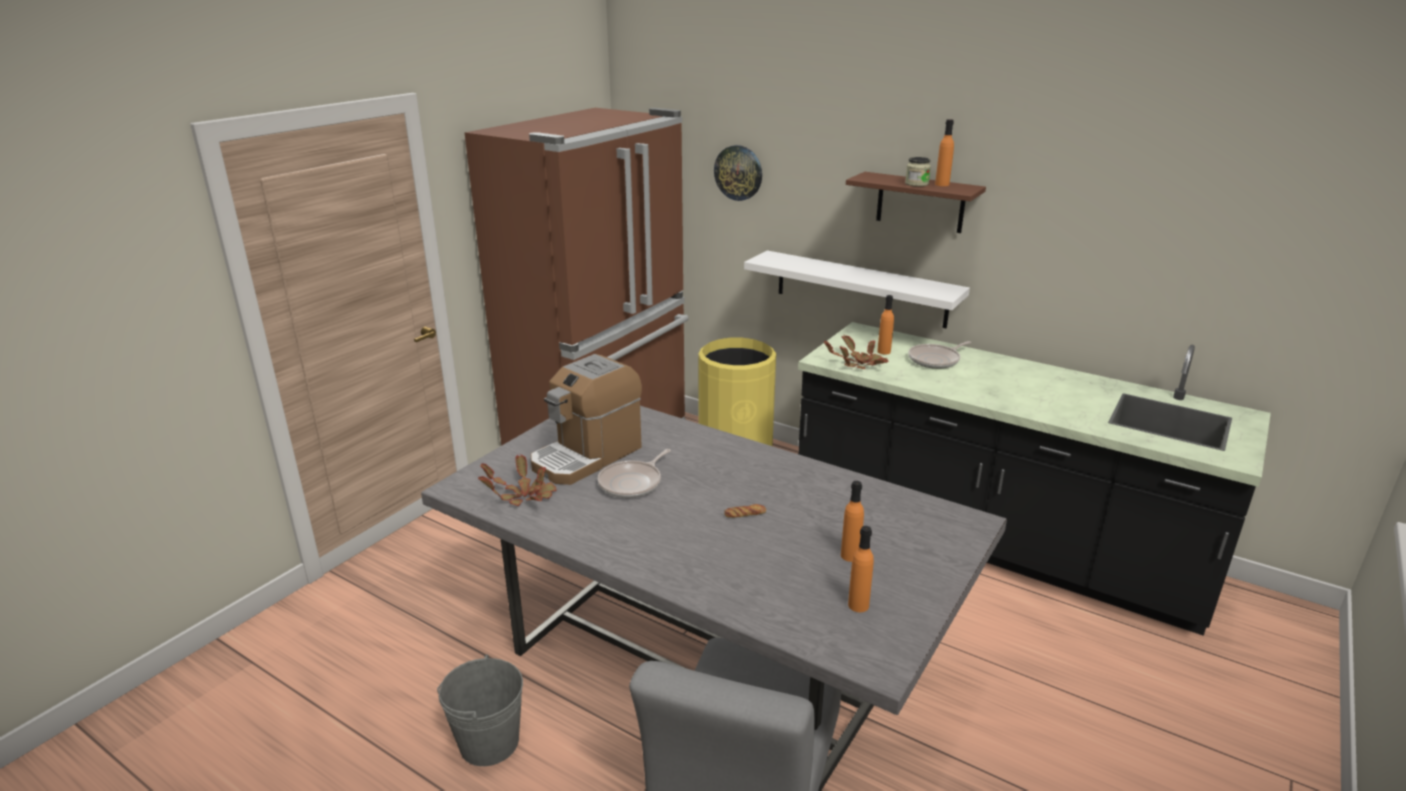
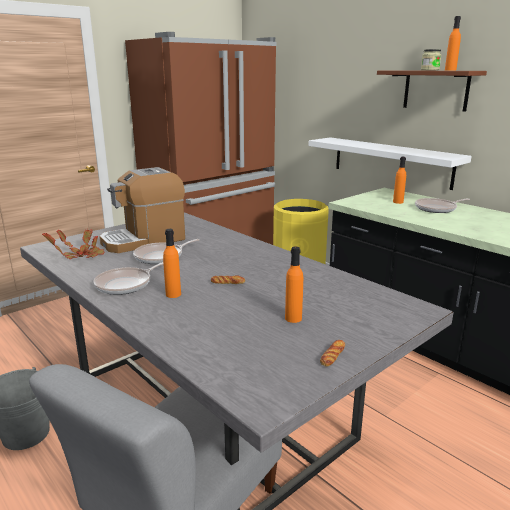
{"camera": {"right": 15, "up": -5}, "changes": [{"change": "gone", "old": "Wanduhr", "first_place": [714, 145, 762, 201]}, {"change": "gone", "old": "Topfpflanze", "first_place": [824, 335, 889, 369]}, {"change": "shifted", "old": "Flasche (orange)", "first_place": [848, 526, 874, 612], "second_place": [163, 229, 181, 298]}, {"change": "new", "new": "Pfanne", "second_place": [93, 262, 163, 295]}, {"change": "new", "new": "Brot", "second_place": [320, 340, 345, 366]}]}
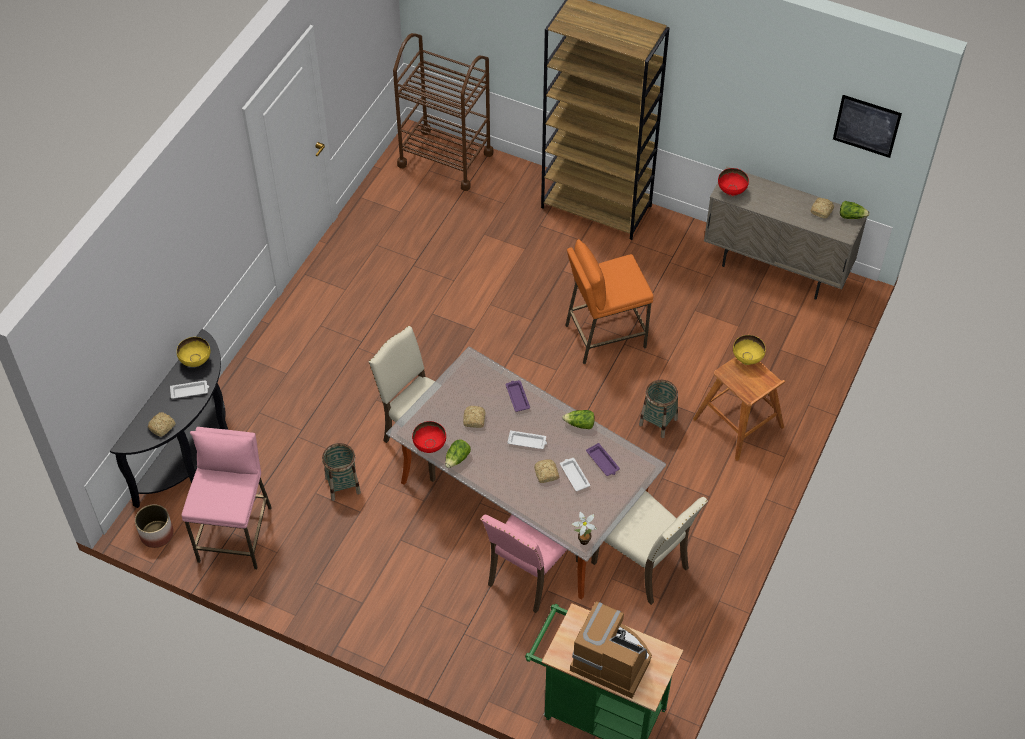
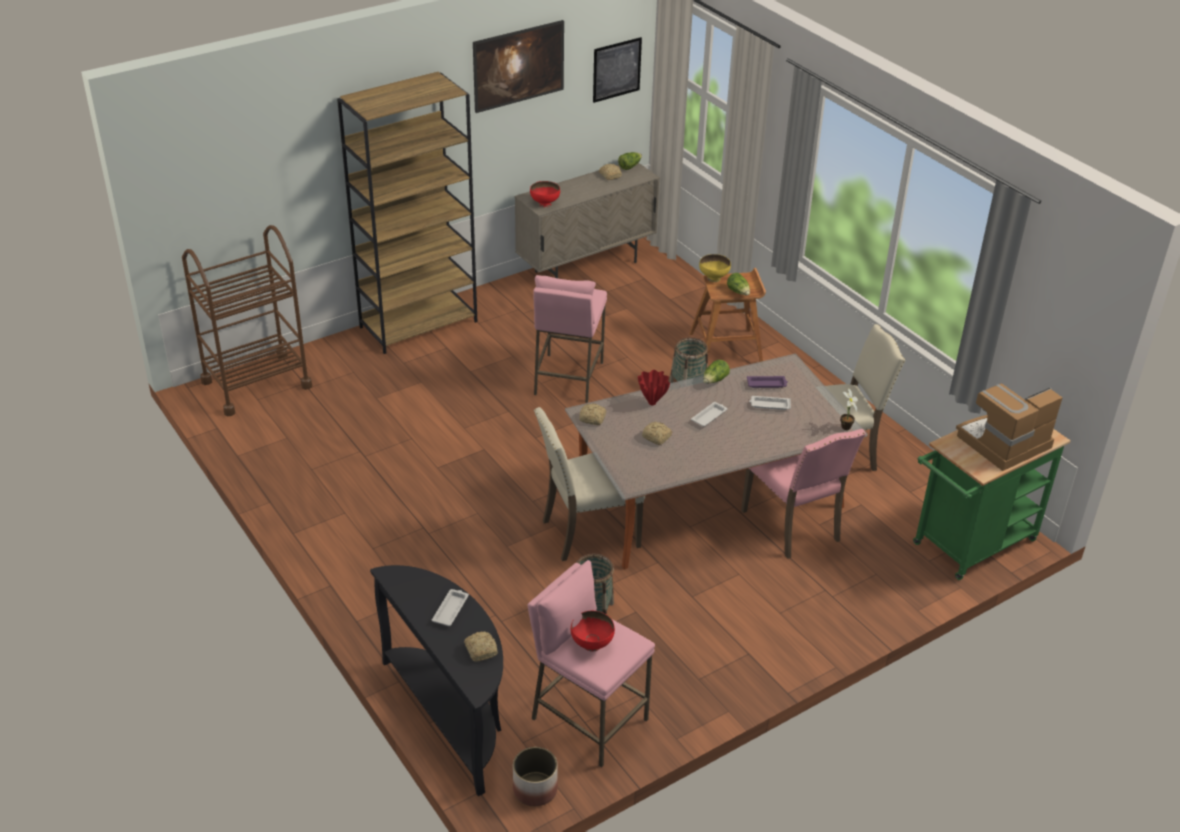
{"camera": {"right": -60, "up": -15}, "changes": [{"change": "gone", "old": "Schüssel (gelb)", "first_place": [177, 337, 210, 367]}, {"change": "shifted", "old": "Schüssel (rot)", "first_place": [412, 421, 446, 453], "second_place": [571, 611, 615, 652]}, {"change": "shifted", "old": "Salatkopf", "first_place": [445, 439, 471, 468], "second_place": [727, 273, 750, 295]}, {"change": "swapped", "old": "Tablett (lila)", "new": "Vase (rot)", "first_place": [506, 380, 530, 412], "second_place": [638, 370, 670, 405]}, {"change": "shifted", "old": "Brot", "first_place": [534, 459, 559, 483], "second_place": [579, 403, 606, 425]}, {"change": "repainted", "old": "Hocker (orange)", "new": "Hocker (rosa)", "first_place": [566, 239, 654, 364], "second_place": [533, 275, 607, 403]}, {"change": "new", "new": "Bild", "second_place": [473, 20, 564, 113]}]}
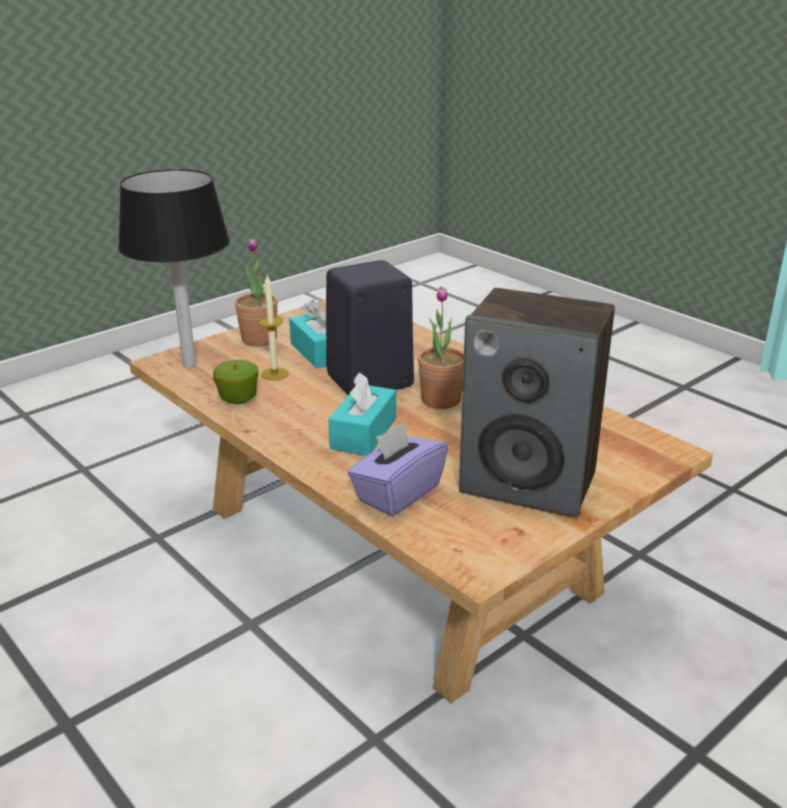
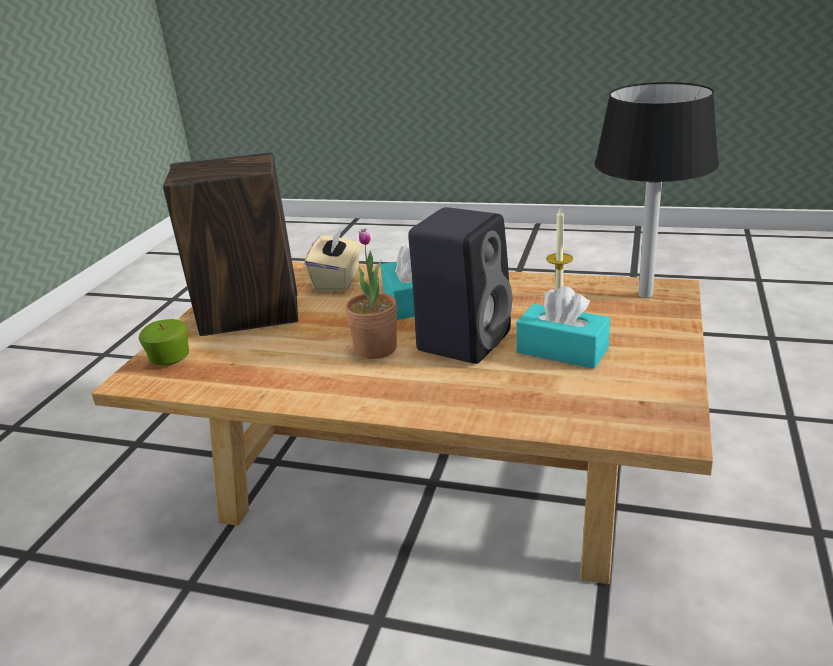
{"camera": {"right": 150, "up": 0}, "changes": [{"change": "shifted", "old": "Apfel", "first_place": [213, 360, 258, 404], "second_place": [138, 319, 189, 366]}, {"change": "gone", "old": "Topfpflanze", "first_place": [235, 238, 278, 346]}, {"change": "repainted", "old": "Taschentuchbox (lila)", "new": "Taschentuchbox (beige)", "first_place": [348, 422, 448, 516], "second_place": [304, 226, 362, 291]}]}
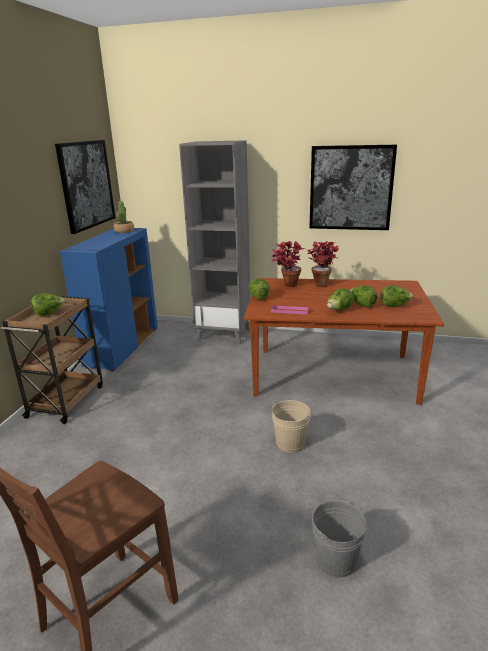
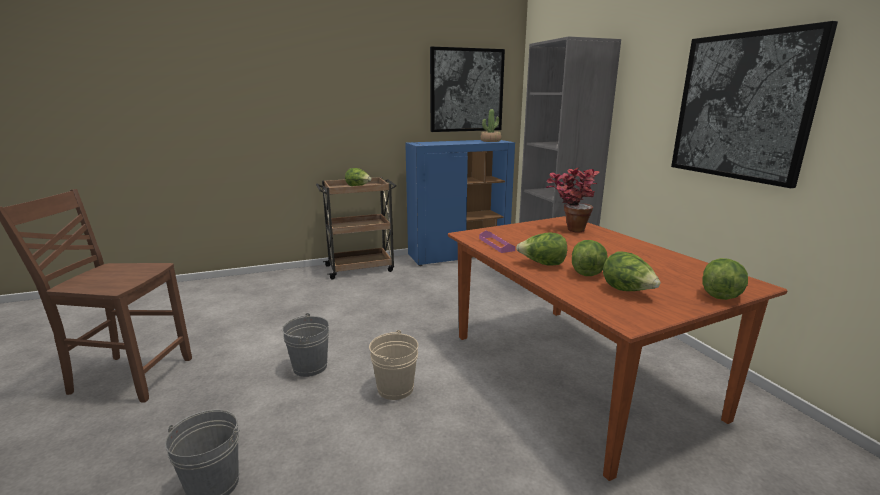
{"camera": {"right": 55, "up": -5}, "changes": [{"change": "shifted", "old": "Salatkopf", "first_place": [249, 279, 270, 300], "second_place": [702, 258, 748, 300]}, {"change": "gone", "old": "Topfpflanze", "first_place": [307, 241, 339, 287]}, {"change": "new", "new": "Eimer (grau)", "second_place": [282, 313, 329, 377]}]}
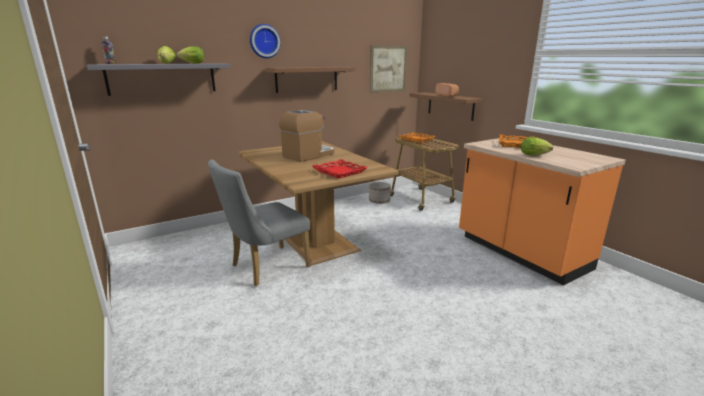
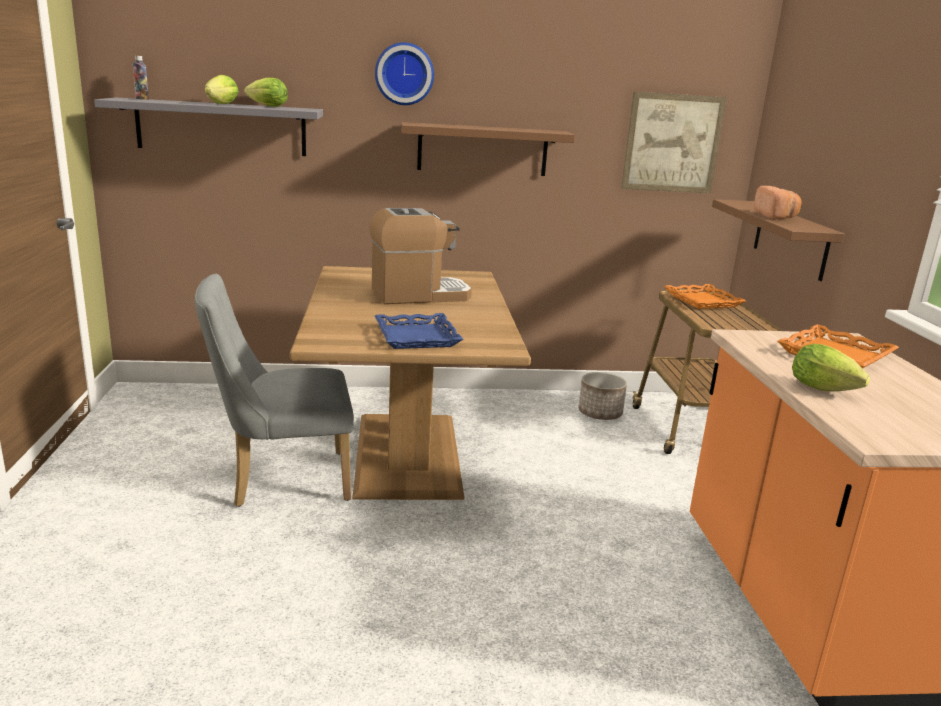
{"camera": {"right": 25, "up": 0}, "changes": [{"change": "repainted", "old": "Tablett (rot)", "new": "Tablett (blau)", "first_place": [312, 159, 368, 179], "second_place": [375, 313, 463, 349]}]}
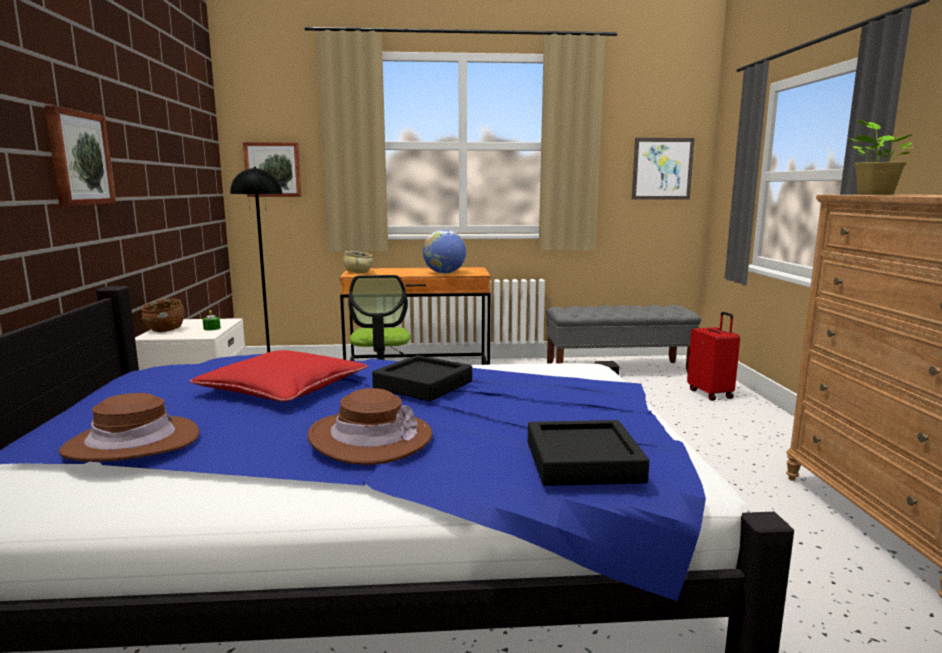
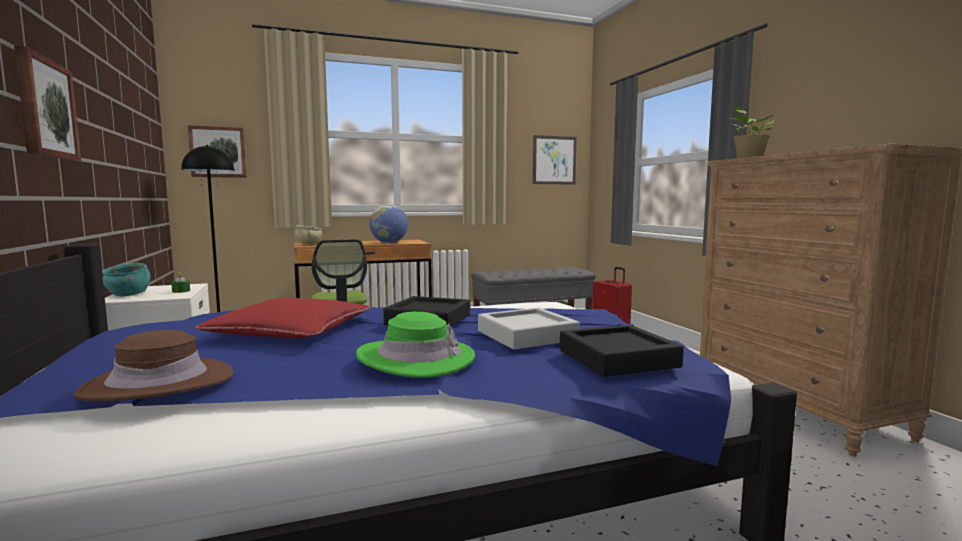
{"camera": {"right": -15, "up": -5}, "changes": [{"change": "repainted", "old": "Schüssel (braun)", "new": "Schüssel (türkis)", "first_place": [141, 299, 185, 332], "second_place": [102, 263, 150, 296]}, {"change": "repainted", "old": "Hut (braun)", "new": "Hut (grün)", "first_place": [307, 388, 432, 465], "second_place": [356, 312, 475, 378]}, {"change": "new", "new": "Tablett (grau)", "second_place": [478, 307, 580, 350]}]}
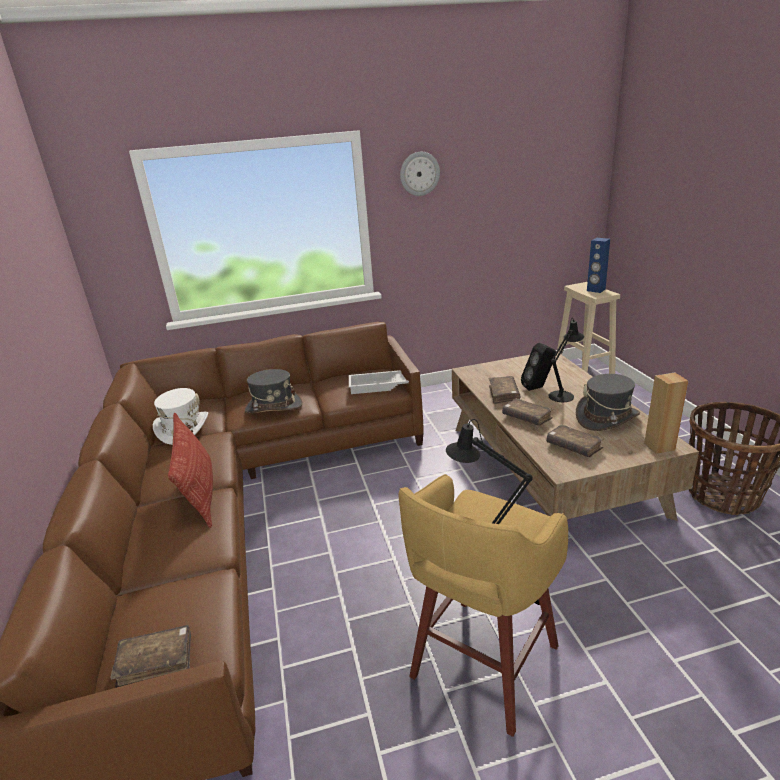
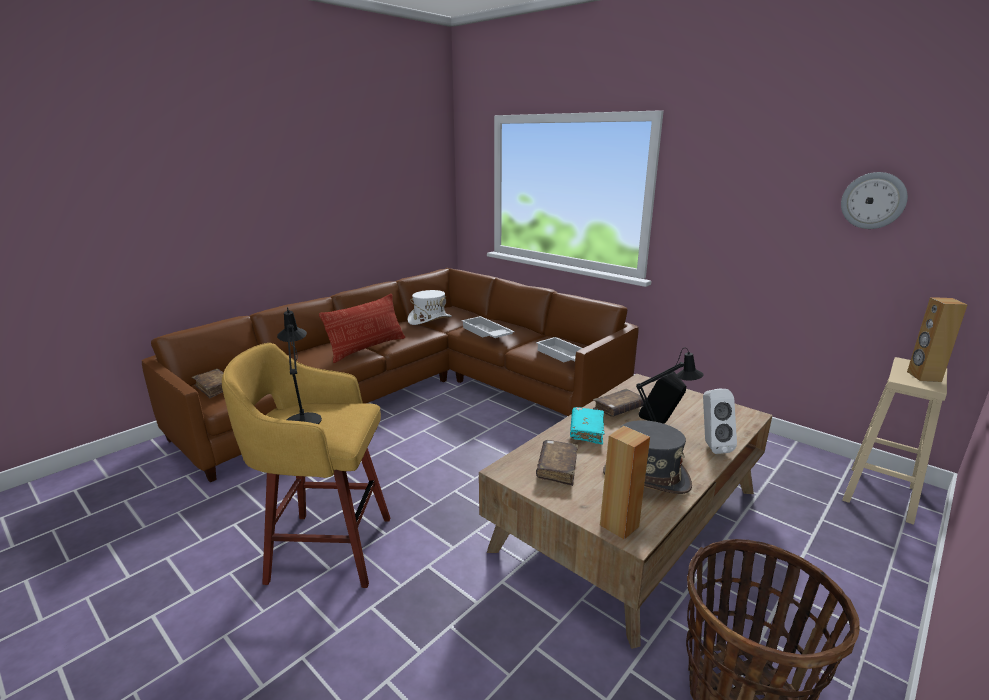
{"camera": {"right": 55, "up": -5}, "changes": [{"change": "swapped", "old": "Hut (grau)", "new": "Tablett (weiß)", "first_place": [245, 369, 303, 413], "second_place": [461, 316, 515, 338]}, {"change": "shifted", "old": "Wanduhr", "first_place": [400, 152, 440, 196], "second_place": [841, 172, 908, 229]}, {"change": "repainted", "old": "Buch (braun)", "new": "Buch (türkis)", "first_place": [502, 398, 553, 426], "second_place": [570, 407, 605, 445]}, {"change": "repainted", "old": "Lautsprecher (blau)", "new": "Lautsprecher (braun)", "first_place": [587, 238, 610, 293], "second_place": [907, 297, 968, 382]}, {"change": "new", "new": "Lautsprecher (weiß)", "second_place": [703, 389, 737, 454]}]}
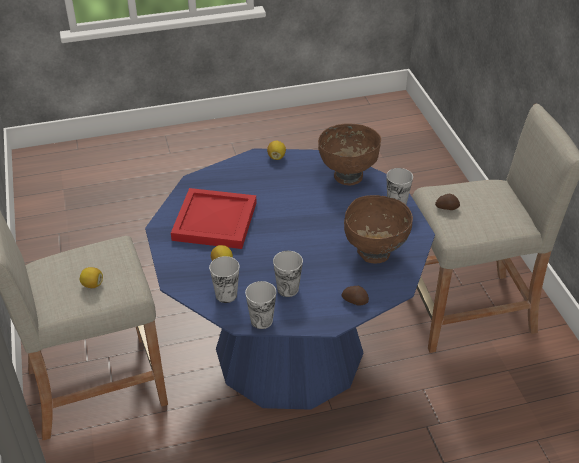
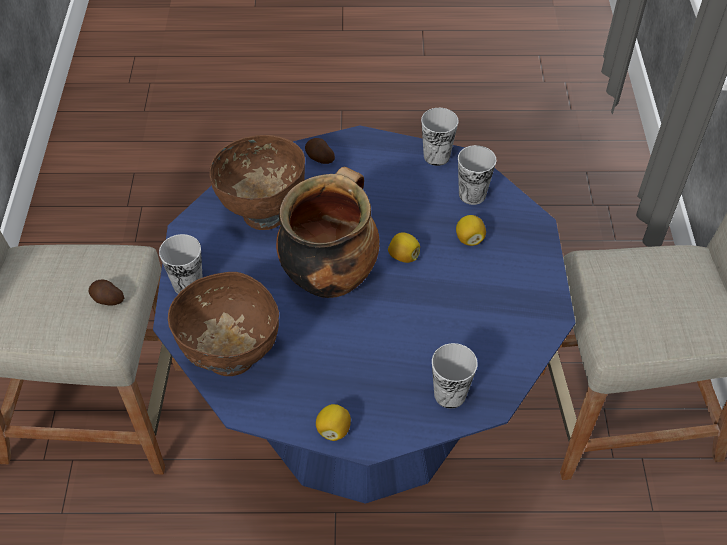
{"camera": {"right": -165, "up": 10}, "changes": [{"change": "shifted", "old": "Zitrone", "first_place": [80, 267, 103, 288], "second_place": [388, 232, 420, 263]}, {"change": "gone", "old": "Tablett (rot)", "first_place": [171, 188, 256, 249]}, {"change": "shifted", "old": "Tasse", "first_place": [273, 251, 303, 297], "second_place": [432, 343, 478, 408]}, {"change": "new", "new": "Kochtopf", "second_place": [276, 167, 380, 298]}]}
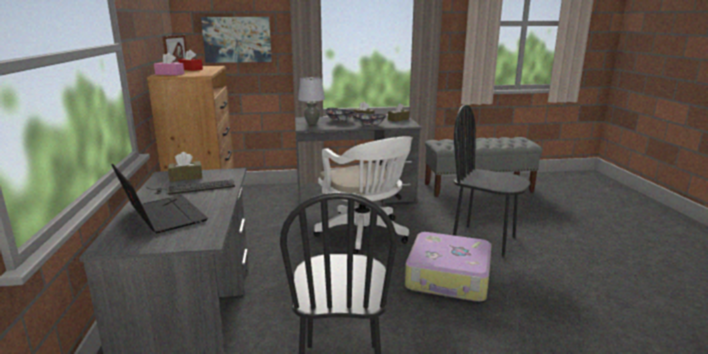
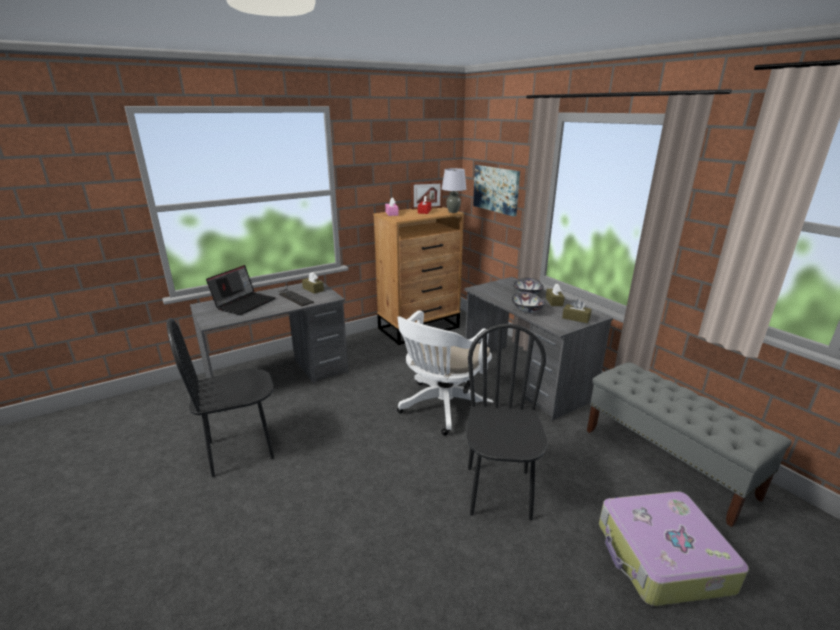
{"camera": {"right": 65, "up": 5}, "changes": [{"change": "shifted", "old": "Tischlampe (grau)", "first_place": [298, 77, 325, 124], "second_place": [442, 168, 466, 213]}, {"change": "shifted", "old": "Koffer", "first_place": [405, 232, 492, 302], "second_place": [599, 491, 749, 606]}]}
